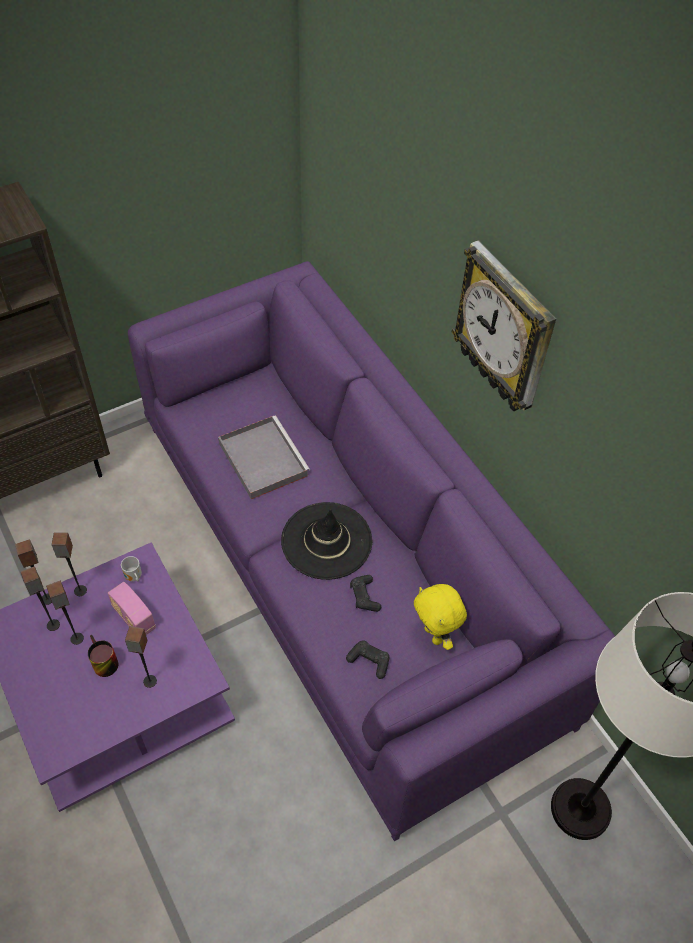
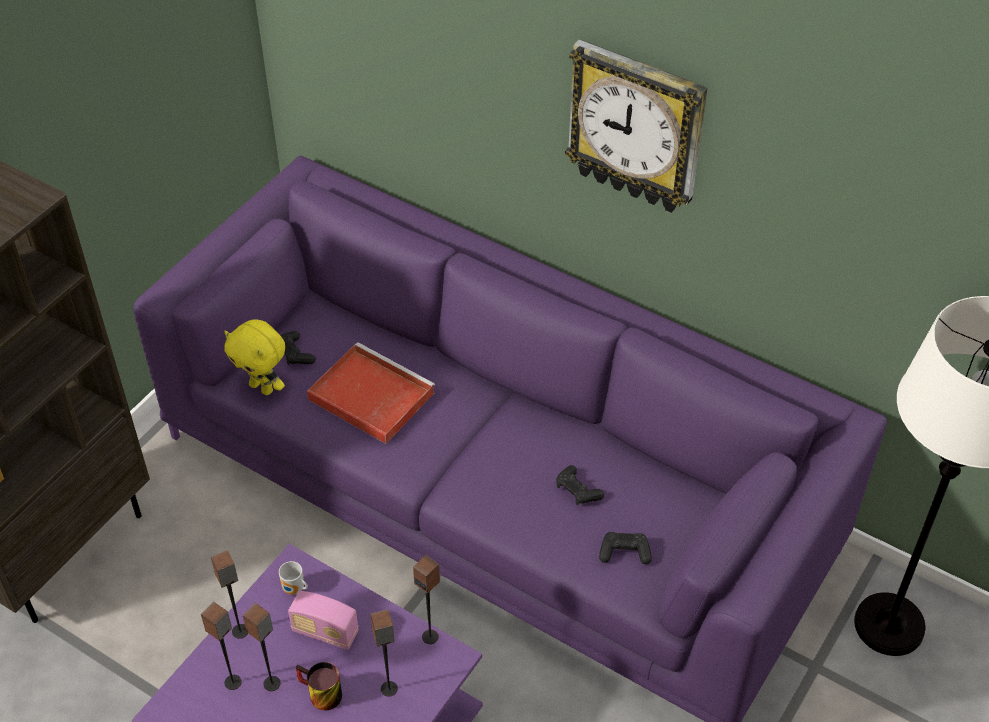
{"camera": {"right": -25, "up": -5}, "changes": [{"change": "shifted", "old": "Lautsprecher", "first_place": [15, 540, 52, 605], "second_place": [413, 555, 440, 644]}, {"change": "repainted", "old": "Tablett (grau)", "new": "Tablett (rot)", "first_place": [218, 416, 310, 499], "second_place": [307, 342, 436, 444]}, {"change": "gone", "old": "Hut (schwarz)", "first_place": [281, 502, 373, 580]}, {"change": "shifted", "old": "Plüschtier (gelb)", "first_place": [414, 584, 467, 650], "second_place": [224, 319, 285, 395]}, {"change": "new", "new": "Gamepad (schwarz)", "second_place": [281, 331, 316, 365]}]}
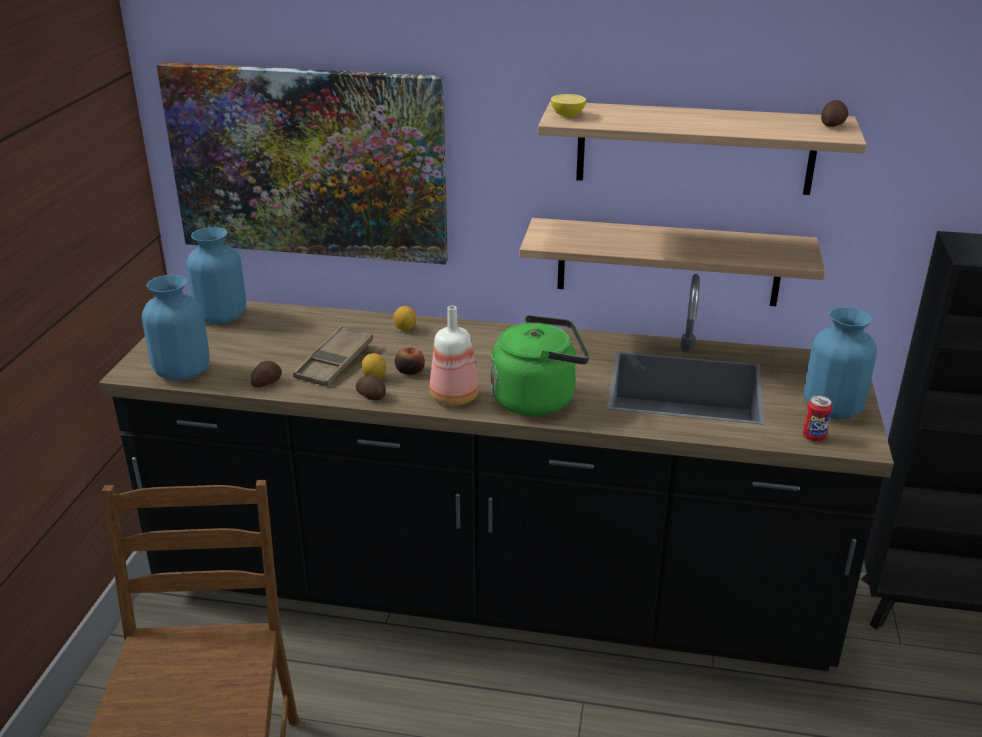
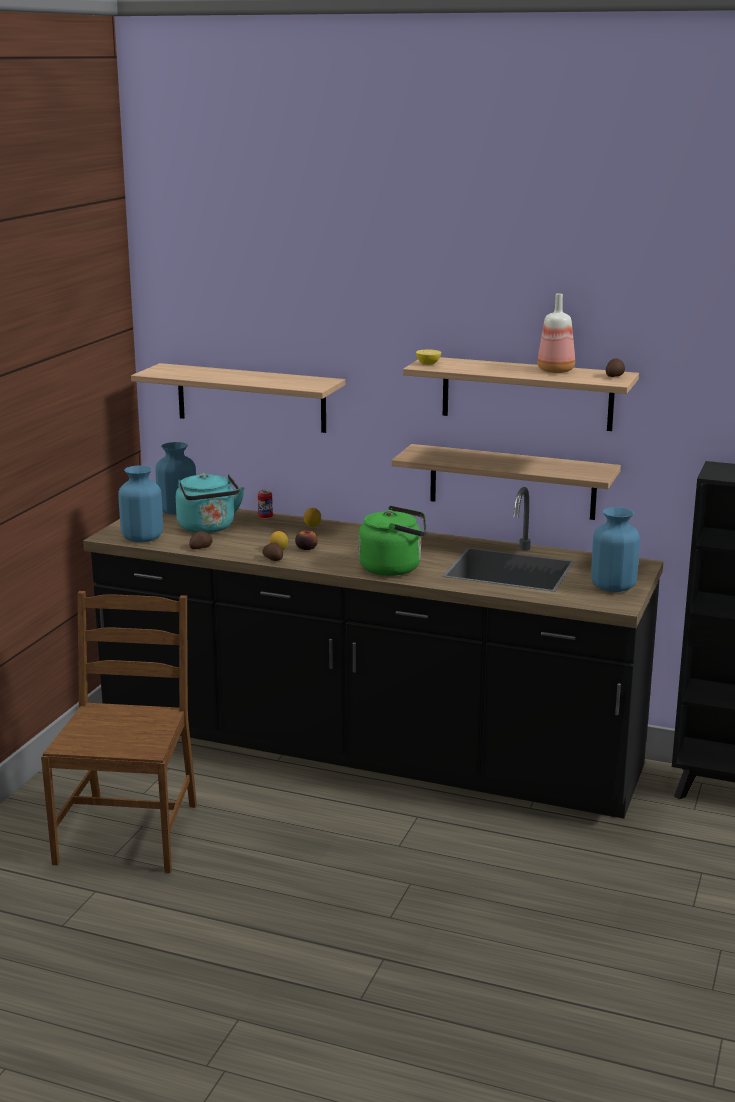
{"camera": {"right": 10, "up": -10}, "changes": [{"change": "swapped", "old": "Bild", "new": "Wandregal", "first_place": [156, 62, 448, 264], "second_place": [131, 363, 345, 433]}, {"change": "gone", "old": "Tablett (braun)", "first_place": [293, 326, 373, 387]}, {"change": "shifted", "old": "Flasche", "first_place": [430, 306, 479, 406], "second_place": [537, 293, 575, 373]}, {"change": "shifted", "old": "Dose", "first_place": [803, 396, 832, 442], "second_place": [258, 490, 273, 519]}, {"change": "new", "new": "Wasserkessel (türkis)", "second_place": [176, 473, 244, 533]}]}
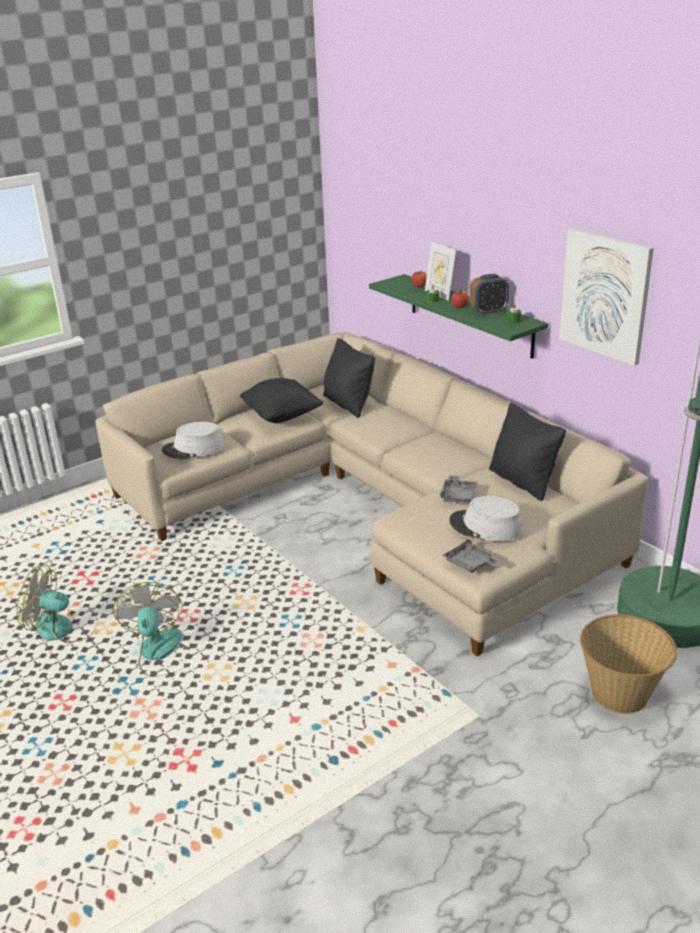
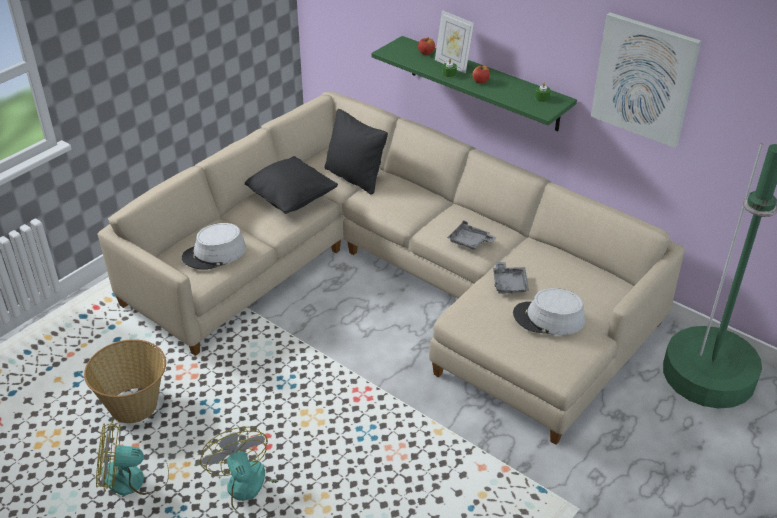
{"camera": {"right": -15, "up": 10}, "changes": [{"change": "shifted", "old": "Tablett (grau)", "first_place": [442, 539, 501, 573], "second_place": [447, 221, 497, 250]}, {"change": "gone", "old": "Wecker", "first_place": [469, 274, 509, 315]}, {"change": "gone", "old": "Kissen (schwarz)", "first_place": [489, 403, 566, 501]}, {"change": "shifted", "old": "Korb", "first_place": [580, 614, 677, 714], "second_place": [84, 339, 166, 423]}]}
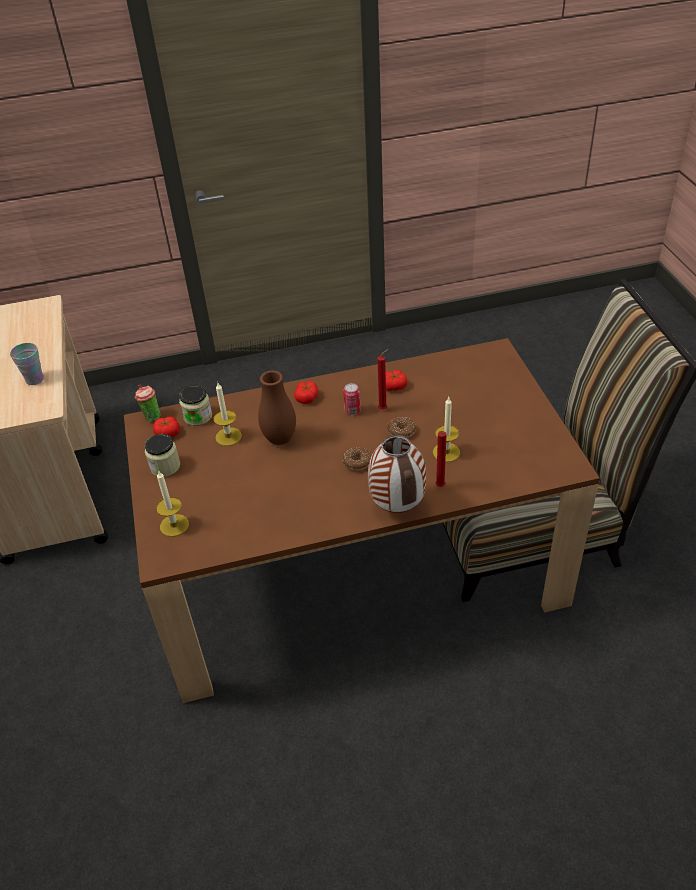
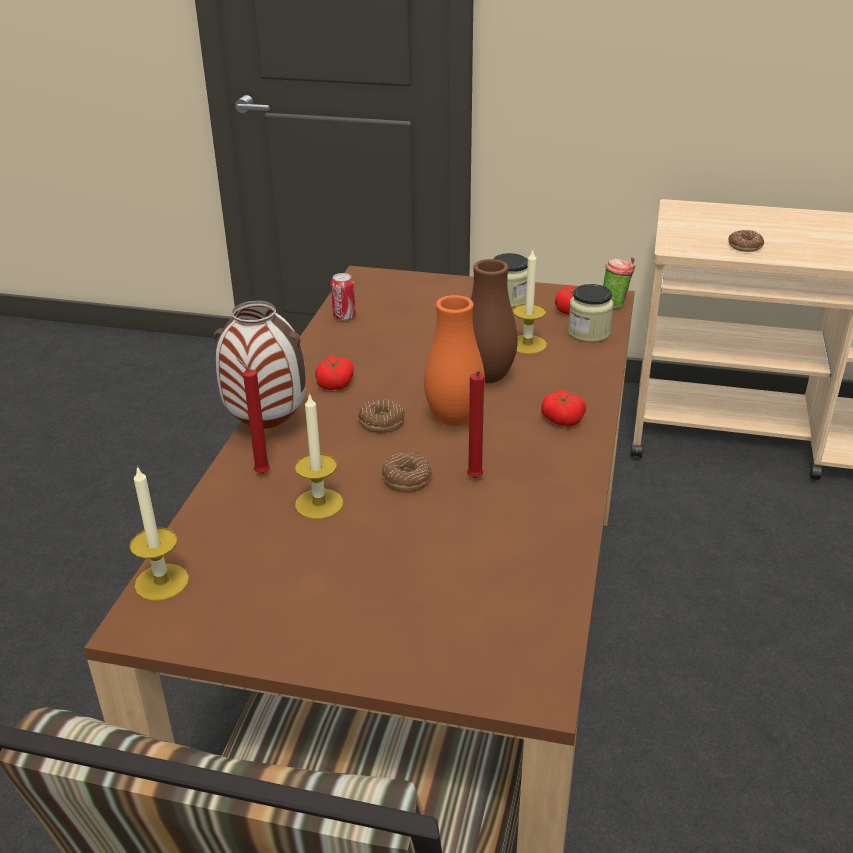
{"camera": {"right": 115, "up": -10}, "changes": [{"change": "swapped", "old": "Tasse", "new": "Donut", "first_place": [10, 343, 44, 385], "second_place": [728, 230, 764, 252]}, {"change": "shifted", "old": "Kerze", "first_place": [156, 471, 189, 537], "second_place": [129, 466, 189, 601]}, {"change": "shifted", "old": "Dose", "first_place": [343, 383, 361, 415], "second_place": [331, 273, 356, 320]}, {"change": "shifted", "old": "Tomate", "first_place": [386, 370, 407, 391], "second_place": [315, 356, 354, 390]}, {"change": "new", "new": "Vase (orange)", "second_place": [424, 295, 485, 426]}]}
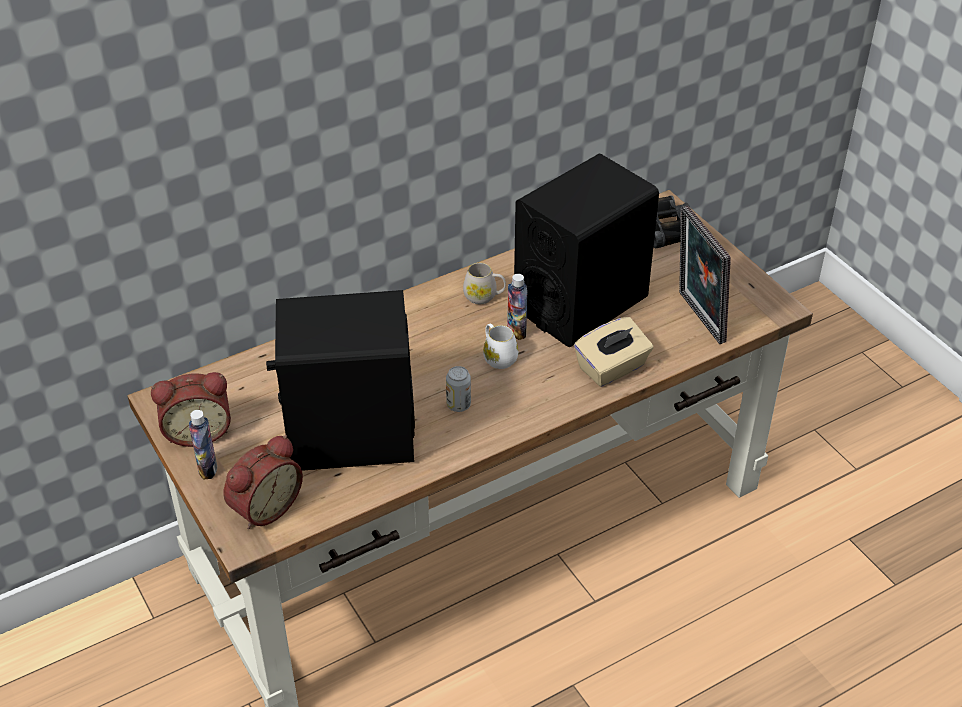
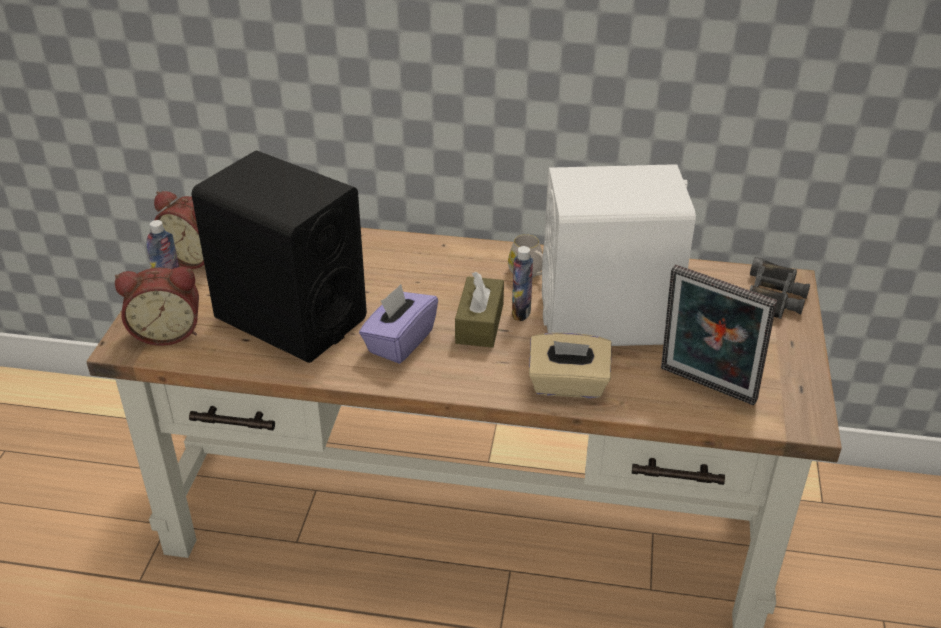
{"camera": {"right": 40, "up": -5}, "changes": [{"change": "swapped", "old": "Dose", "new": "Taschentuchbox (lila)", "first_place": [446, 366, 471, 412], "second_place": [359, 284, 438, 364]}, {"change": "swapped", "old": "Henkelbecher (weiß)", "new": "Taschentuchbox (braun)", "first_place": [483, 323, 518, 369], "second_place": [455, 272, 504, 348]}, {"change": "repainted", "old": "Lautsprecher (schwarz)", "new": "Lautsprecher (weiß)", "first_place": [514, 154, 659, 347], "second_place": [542, 164, 696, 346]}, {"change": "rotated", "old": "Bilderrahmen", "first_place": [679, 205, 731, 344], "second_place": [661, 265, 777, 405], "degrees": -75}]}
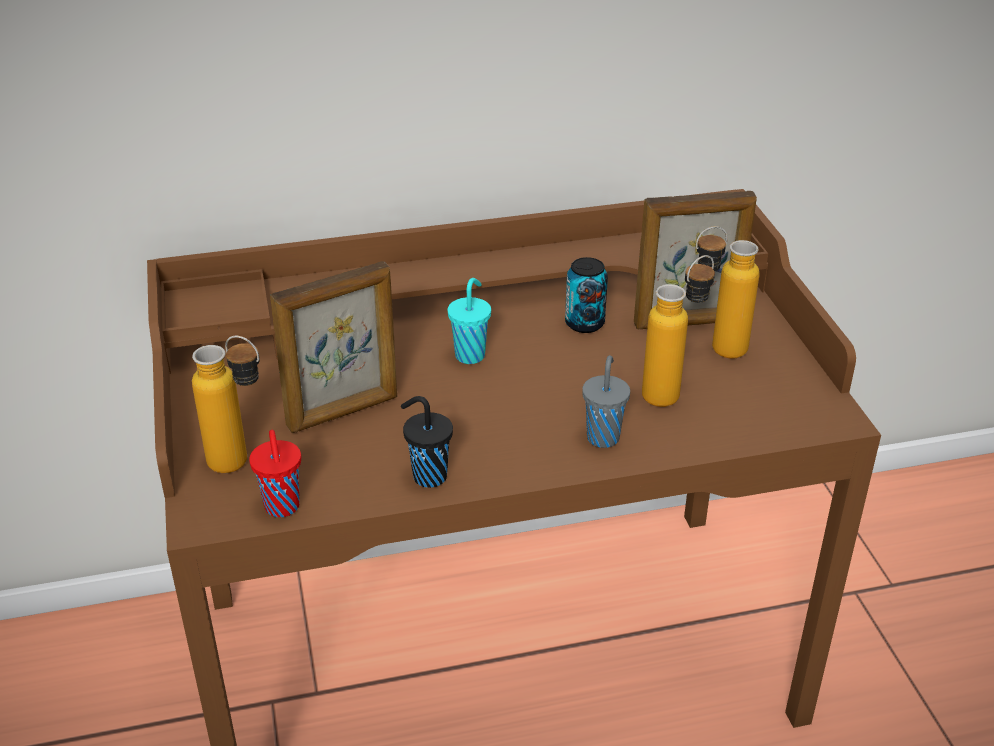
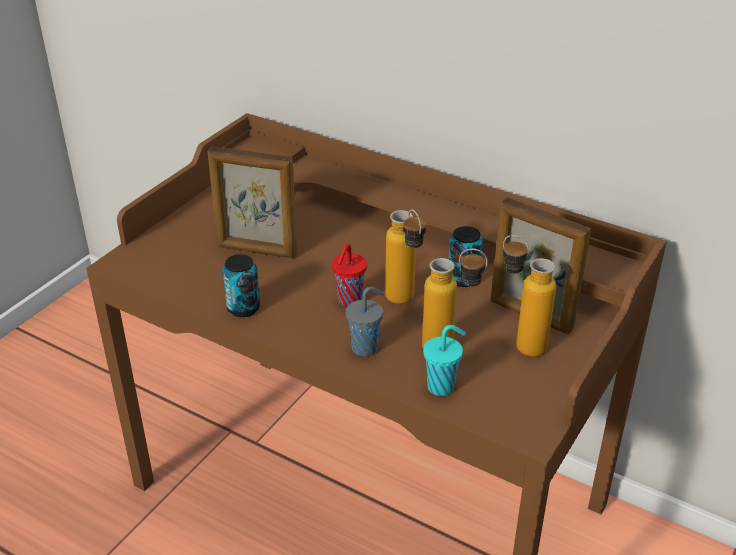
{"camera": {"right": 45, "up": 0}, "changes": [{"change": "shifted", "old": "Flasche", "first_place": [192, 336, 260, 473], "second_place": [385, 209, 426, 304]}, {"change": "shifted", "old": "Tasse (rot)", "first_place": [249, 430, 301, 517], "second_place": [332, 243, 367, 307]}, {"change": "swapped", "old": "Tasse (schwarz)", "new": "Dose", "first_place": [401, 396, 453, 488], "second_place": [222, 254, 260, 317]}, {"change": "shifted", "old": "Tasse (türkis)", "first_place": [448, 278, 491, 364], "second_place": [423, 325, 466, 396]}]}
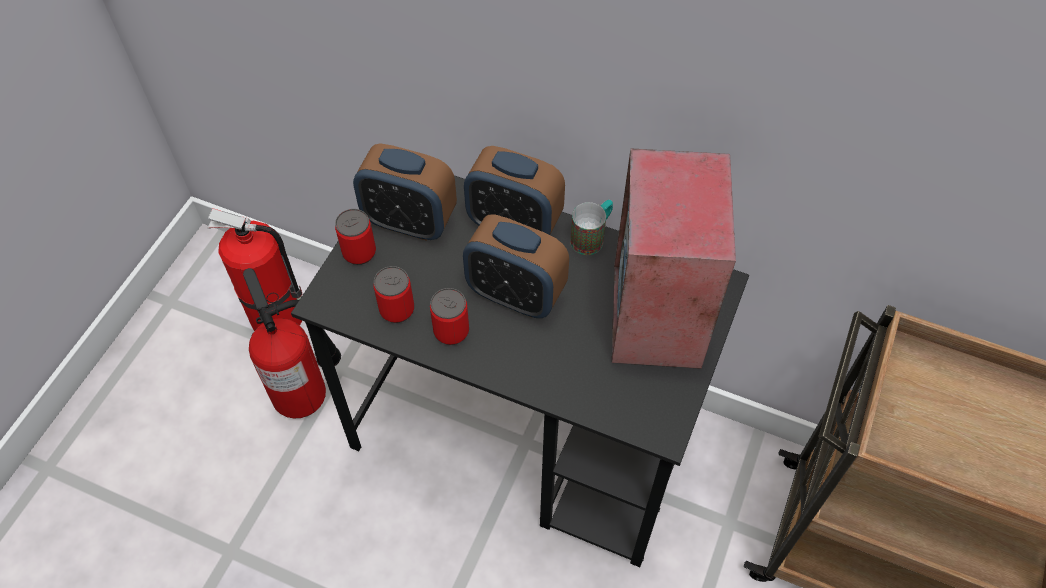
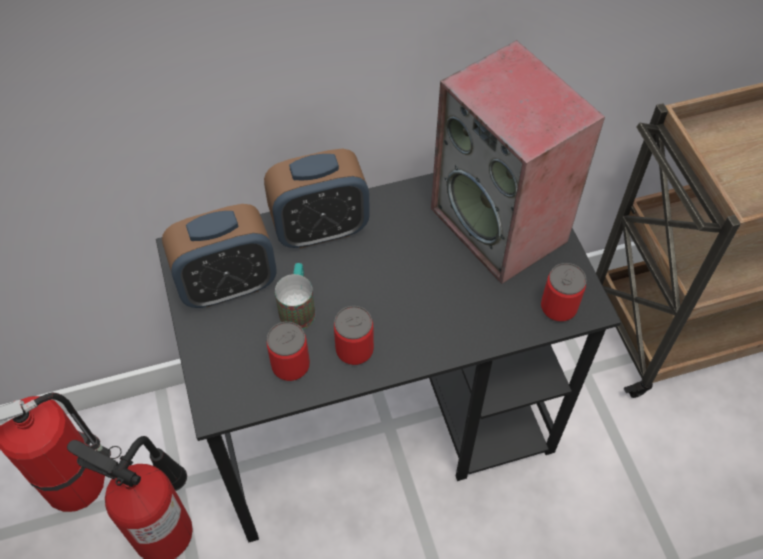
{"camera": {"right": -40, "up": 0}, "changes": [{"change": "shifted", "old": "Dose", "first_place": [335, 209, 376, 265], "second_place": [541, 263, 586, 322]}, {"change": "gone", "old": "Wecker", "first_place": [463, 214, 569, 318]}, {"change": "shifted", "old": "Henkelbecher", "first_place": [570, 200, 613, 255], "second_place": [275, 263, 315, 329]}]}
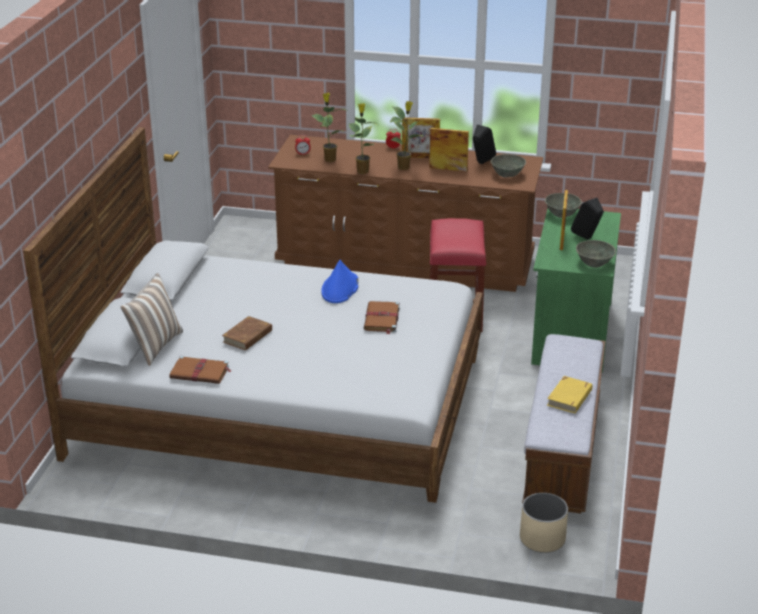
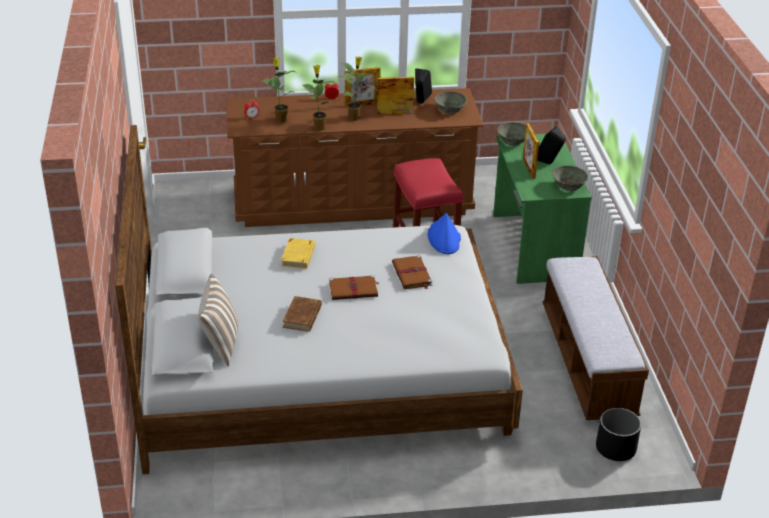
{"camera": {"right": -20, "up": 5}, "changes": [{"change": "shifted", "old": "Buch (braun)", "first_place": [169, 356, 231, 384], "second_place": [329, 275, 379, 300]}, {"change": "shifted", "old": "Hut (blau)", "first_place": [321, 260, 359, 303], "second_place": [427, 213, 461, 254]}, {"change": "repainted", "old": "Pflanzkübel (beige)", "new": "Pflanzkübel (schwarz)", "first_place": [520, 493, 568, 553], "second_place": [596, 408, 641, 461]}, {"change": "shifted", "old": "Buch (gelb)", "first_place": [547, 376, 593, 414], "second_place": [281, 238, 315, 269]}]}
